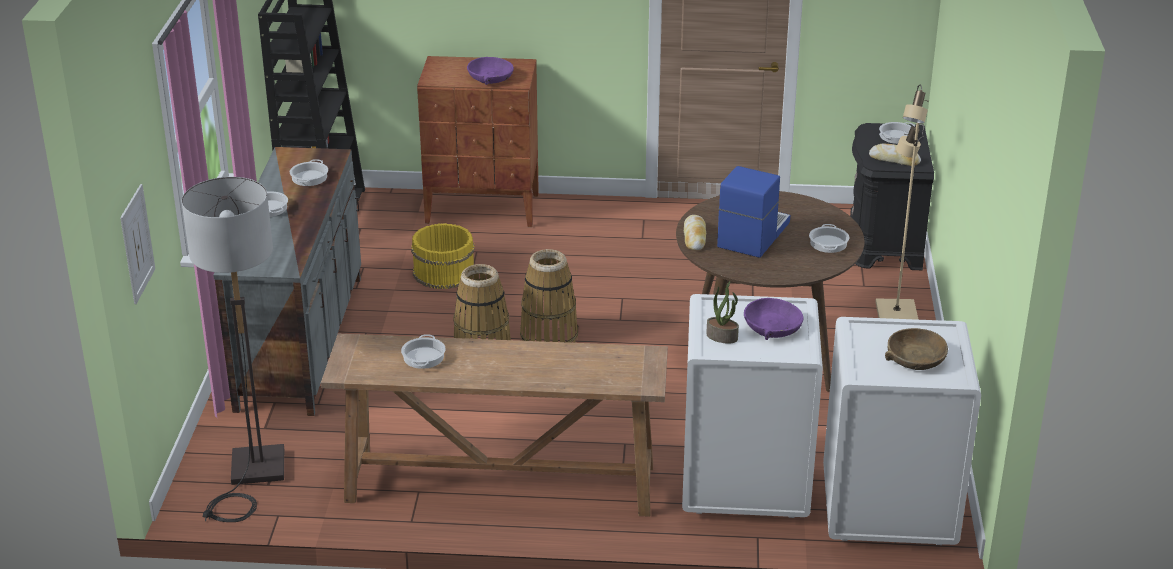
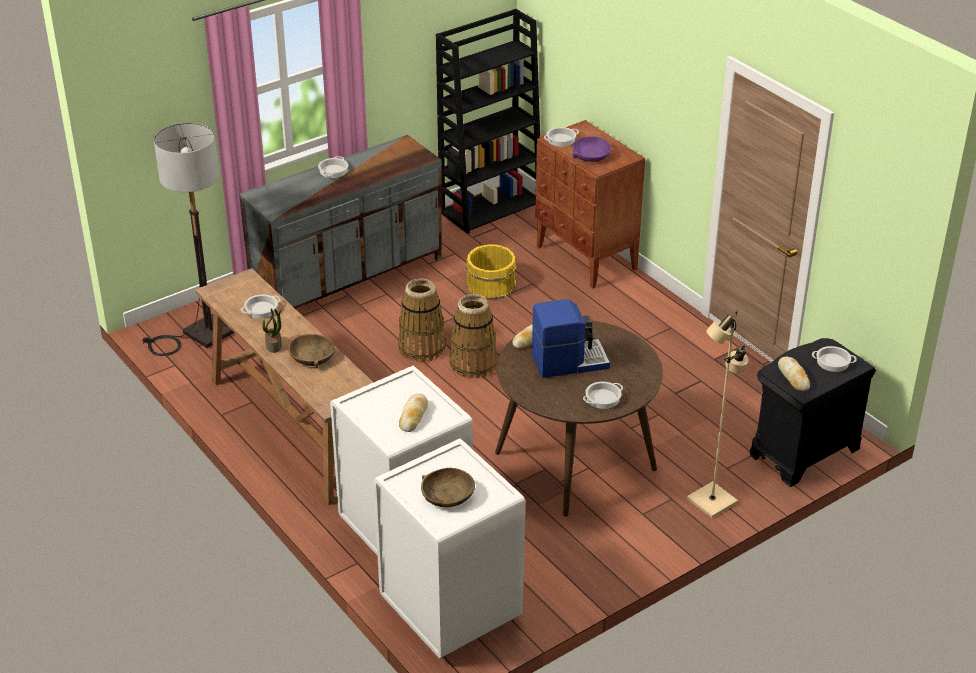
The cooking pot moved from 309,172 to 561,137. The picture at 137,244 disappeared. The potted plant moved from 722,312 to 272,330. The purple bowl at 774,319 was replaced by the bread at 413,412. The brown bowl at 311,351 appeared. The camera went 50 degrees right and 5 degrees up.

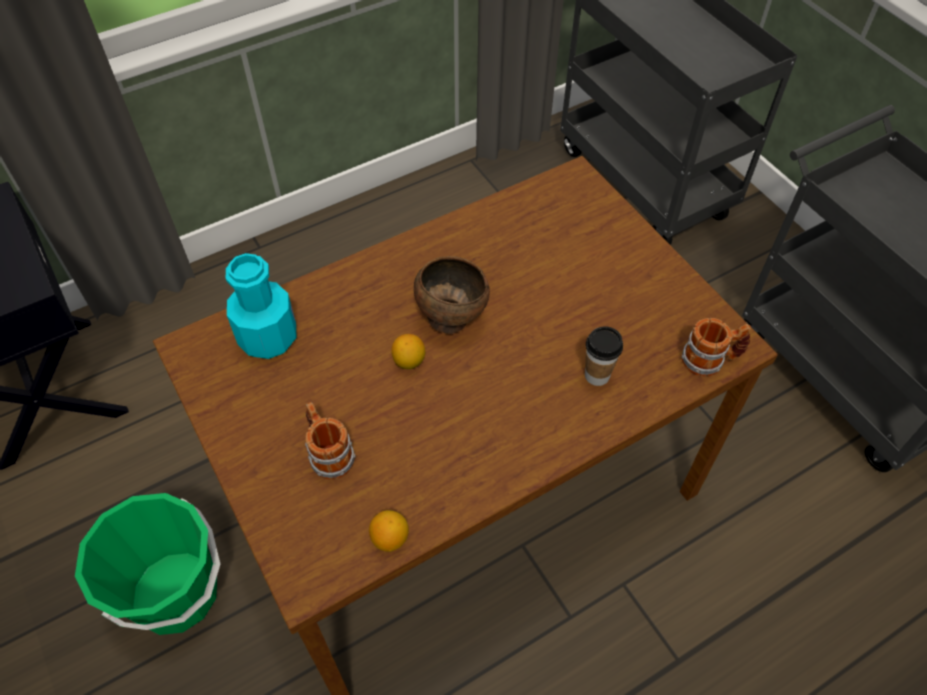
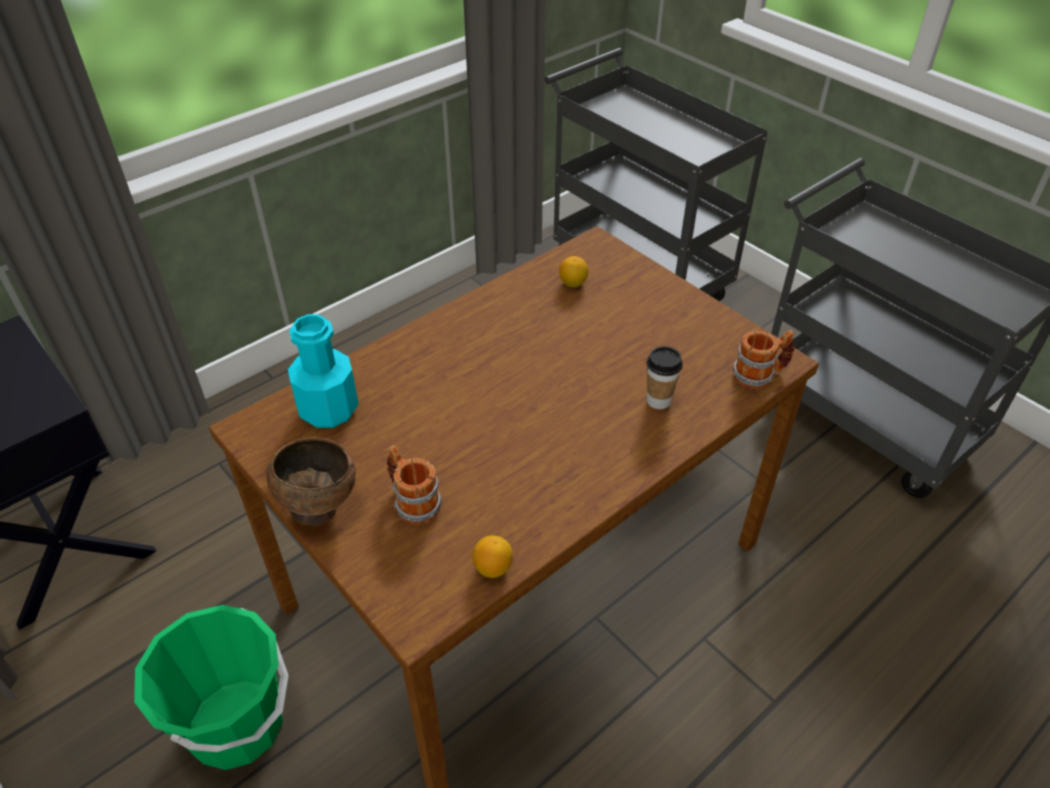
The brown bowl moved from 452,295 to 311,481. The lemon moved from 408,351 to 573,271. The camera went 10 degrees left and 10 degrees down.

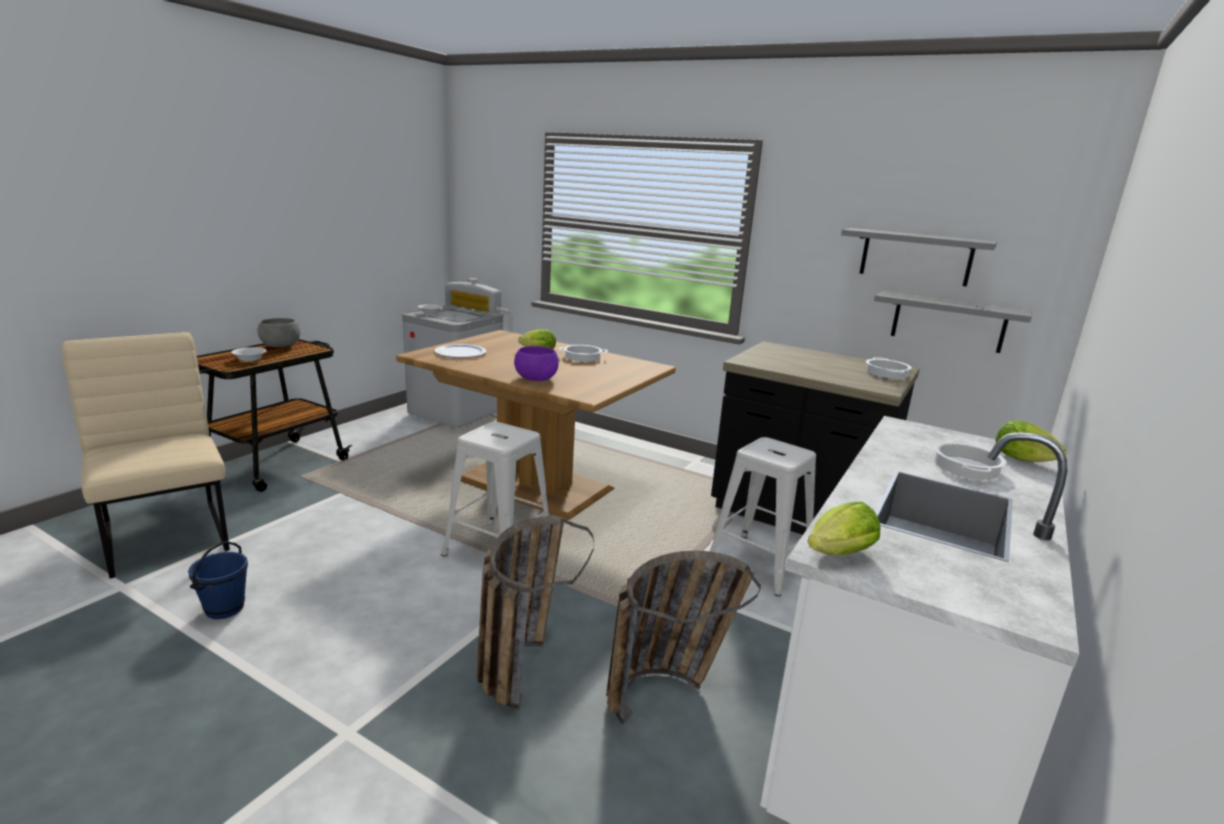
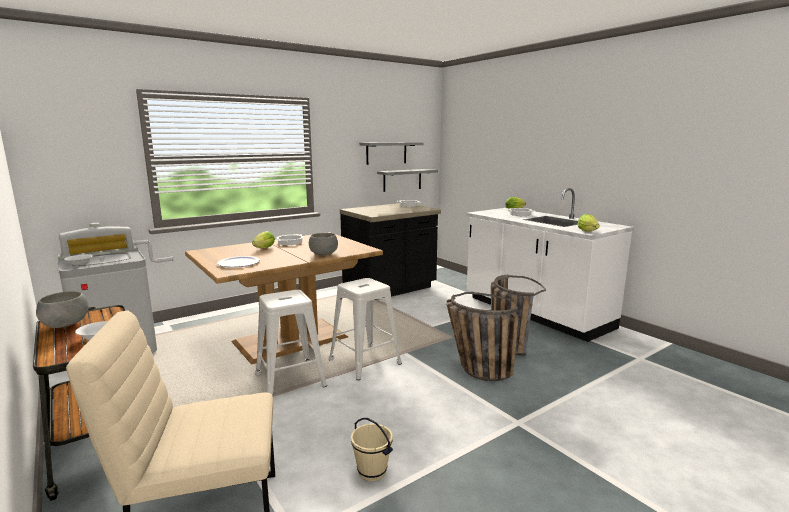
The purple bowl at 536,363 became the grey bowl at 323,244. The white stool moved from 762,516 to 291,343. The blue bucket at 218,580 became the beige bucket at 372,449. The camera went 65 degrees left and 5 degrees down.

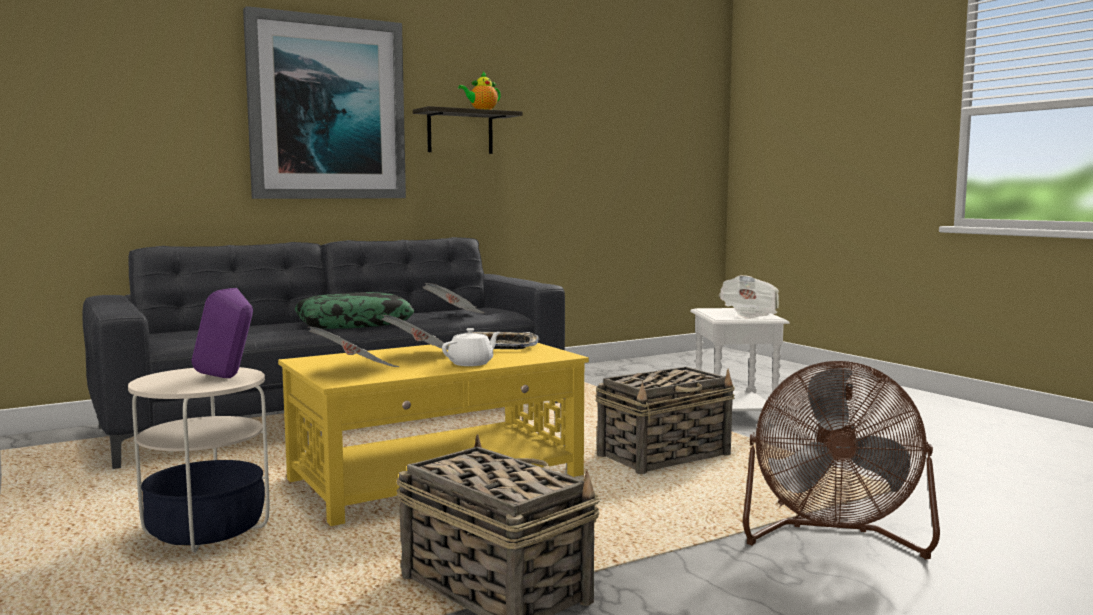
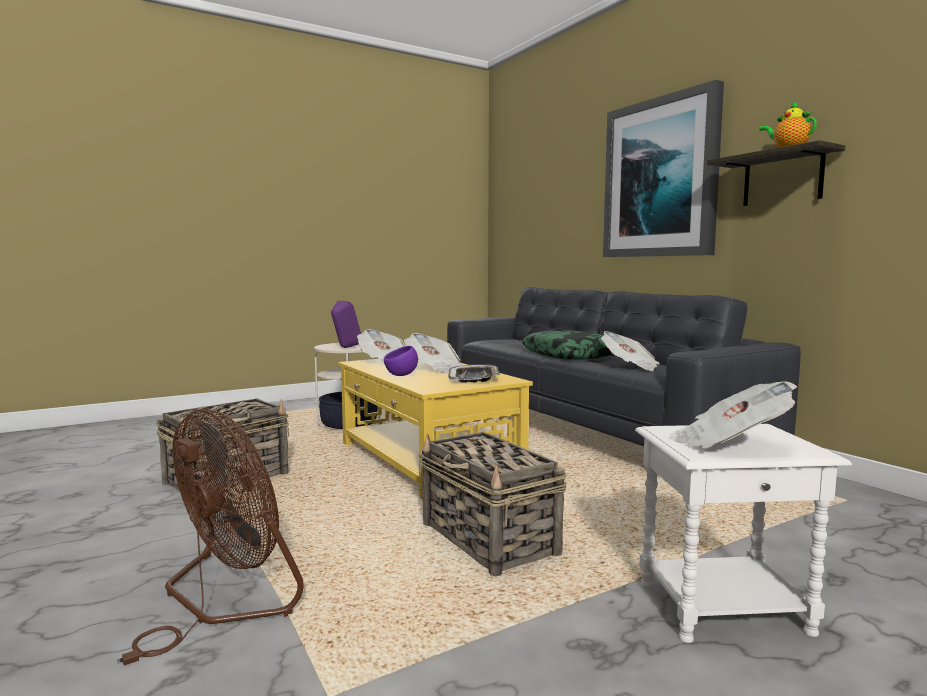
The white teapot at 471,347 was replaced by the purple bowl at 401,361. The brown fan at 841,460 turned 120 degrees clockwise. The camera went 90 degrees right and 0 degrees up.

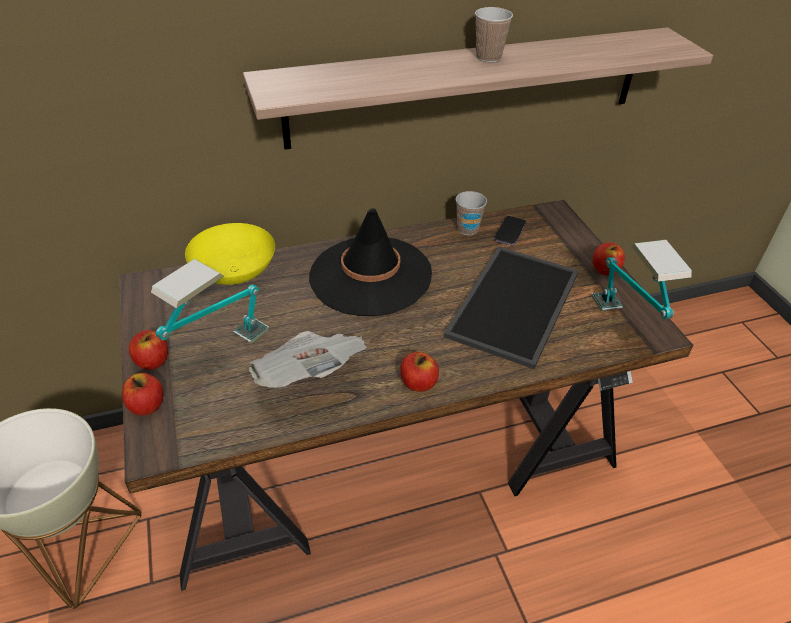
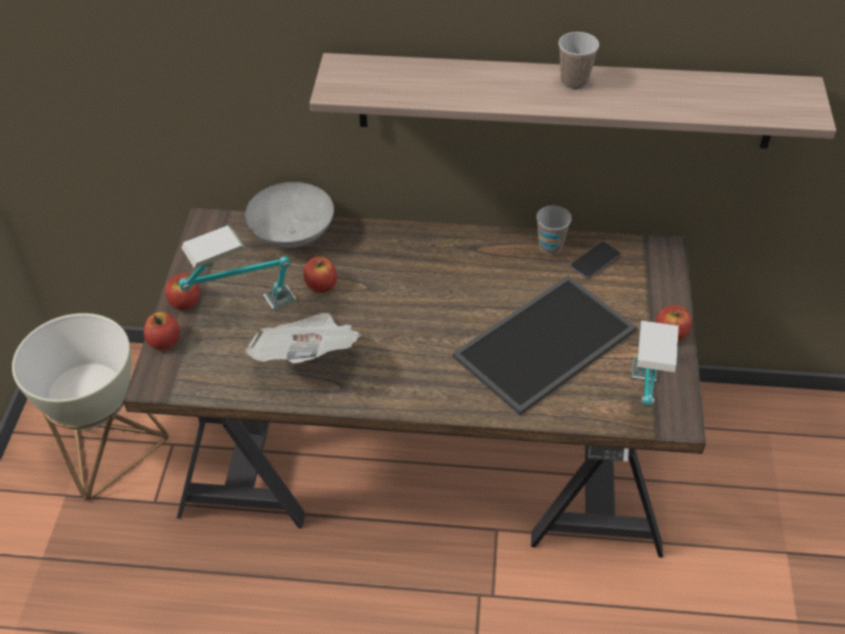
The black hat at 370,262 disappeared. The yellow bowl at 230,254 became the grey bowl at 289,215. The apple moved from 419,372 to 320,275. The camera went 25 degrees right and 5 degrees up.

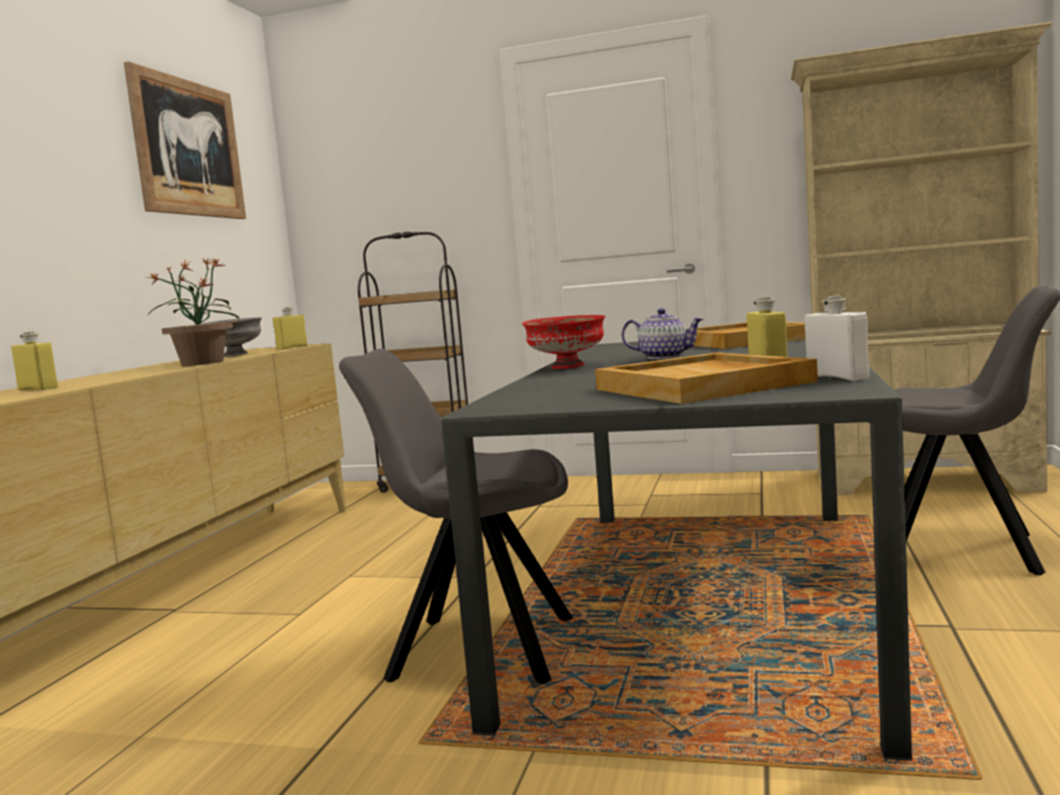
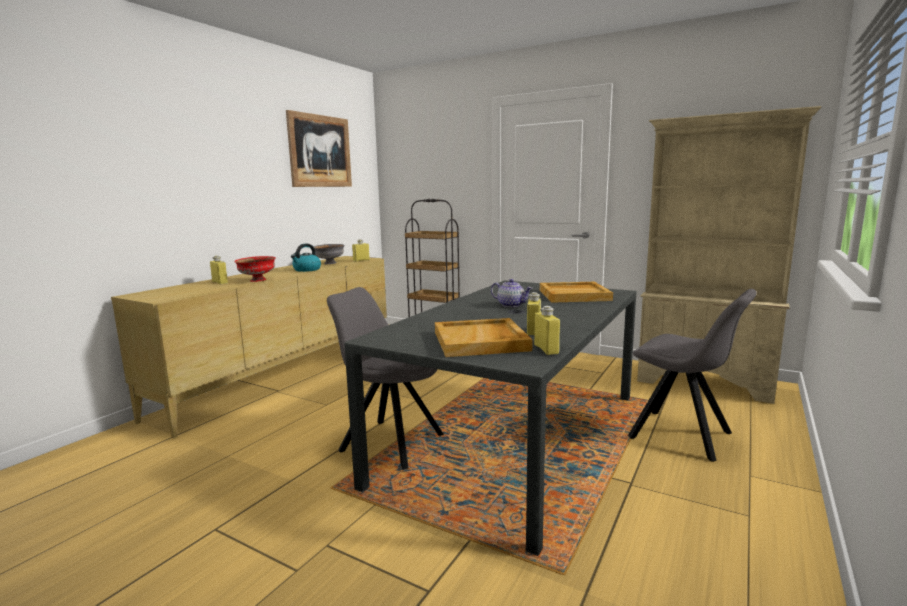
The potted plant at 192,312 was replaced by the kettle at 306,258. The white bottle at 837,338 became the yellow bottle at 547,330. The red bowl moved from 564,342 to 254,269. The camera went 15 degrees right and 5 degrees up.

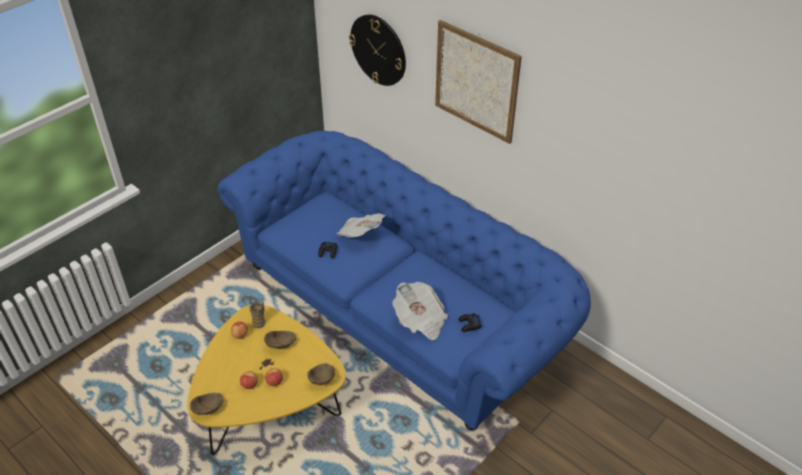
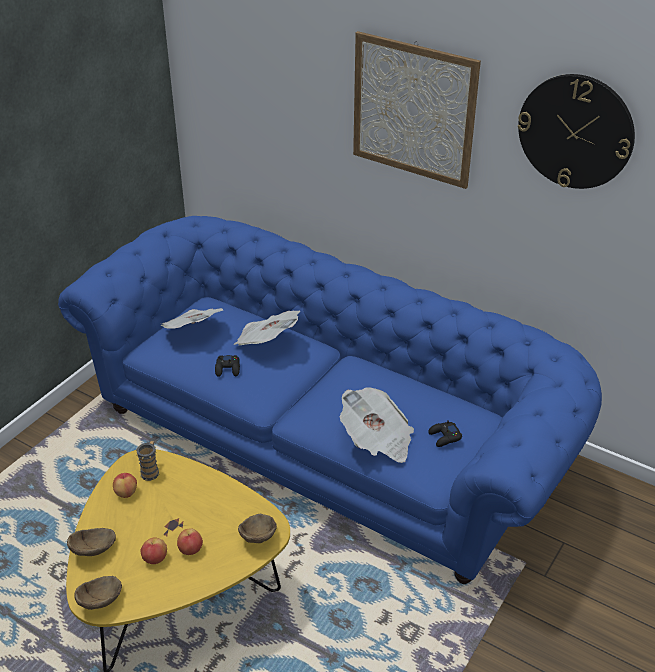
The wall clock moved from 377,50 to 576,131. The brown bowl moved from 280,340 to 91,542. The newspaper at 192,318 appeared. The camera went 10 degrees left and 5 degrees down.

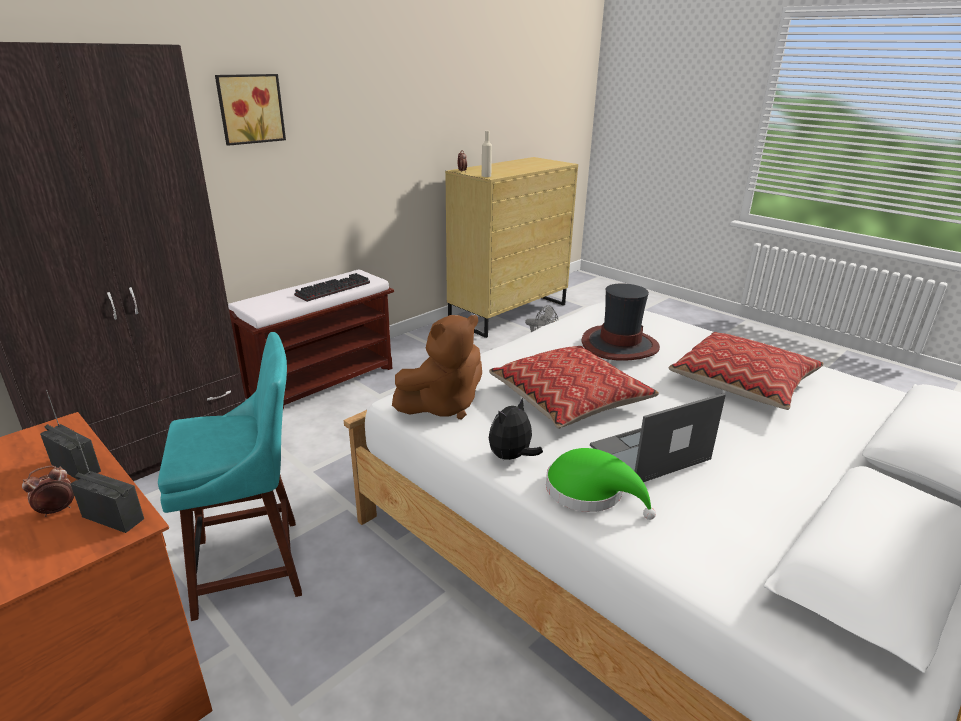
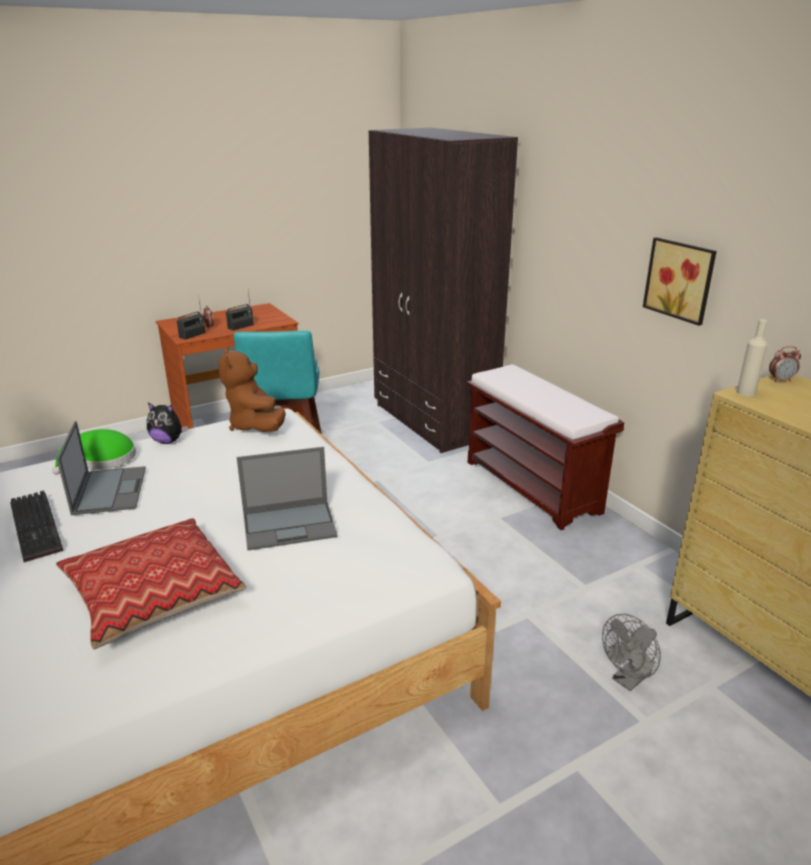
The picture moved from 250,110 to 680,281. The keyboard moved from 332,287 to 37,526. The hat at 620,322 was replaced by the laptop at 287,498. The pillow at 574,387 disappeared. The plush toy at 516,429 turned 135 degrees clockwise. The camera went 105 degrees right and 0 degrees up.

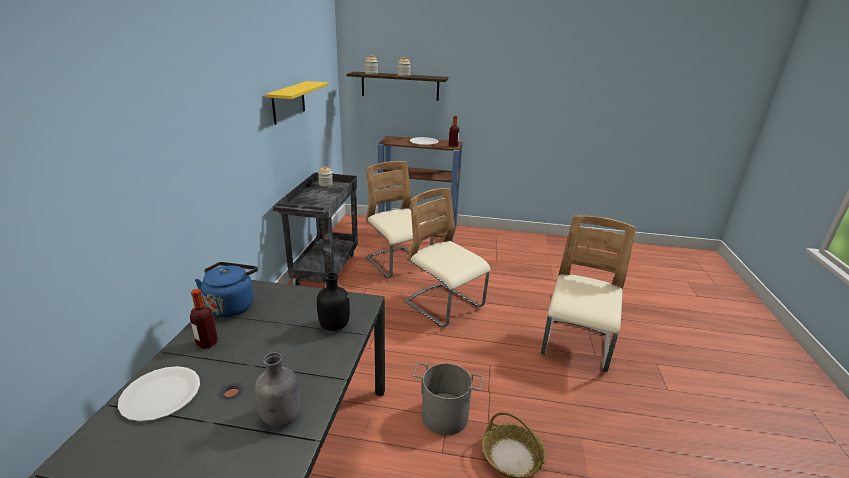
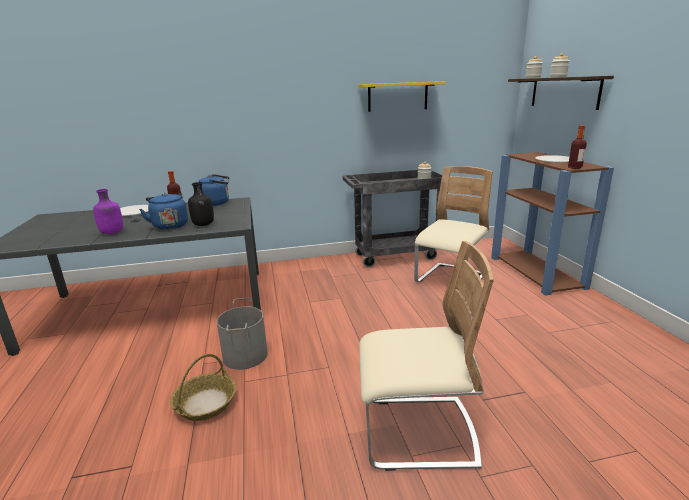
The beige chair at 447,257 disappeared. The grey bottle at 277,389 became the purple bottle at 108,211. The blue kettle at 163,211 appeared. The camera went 70 degrees right and 5 degrees down.

